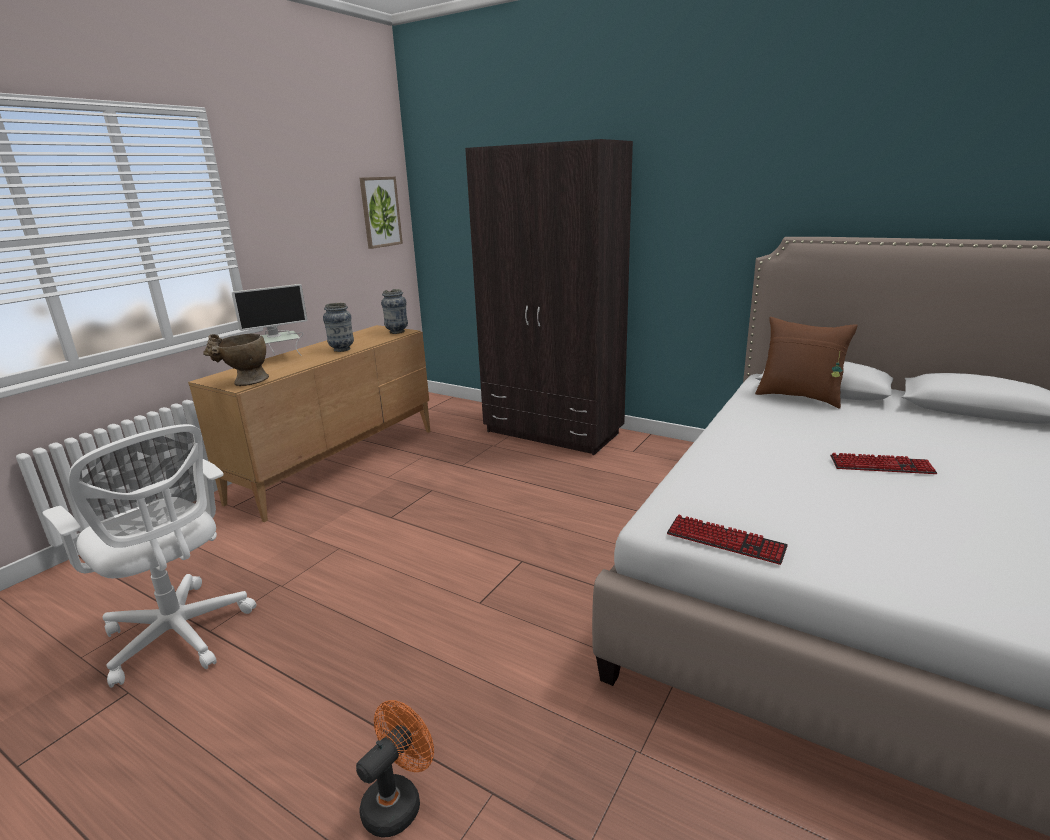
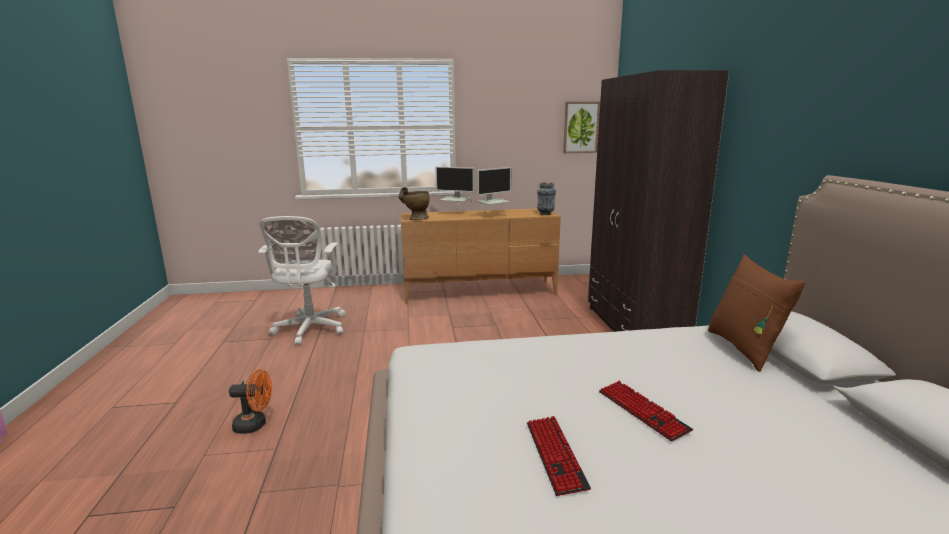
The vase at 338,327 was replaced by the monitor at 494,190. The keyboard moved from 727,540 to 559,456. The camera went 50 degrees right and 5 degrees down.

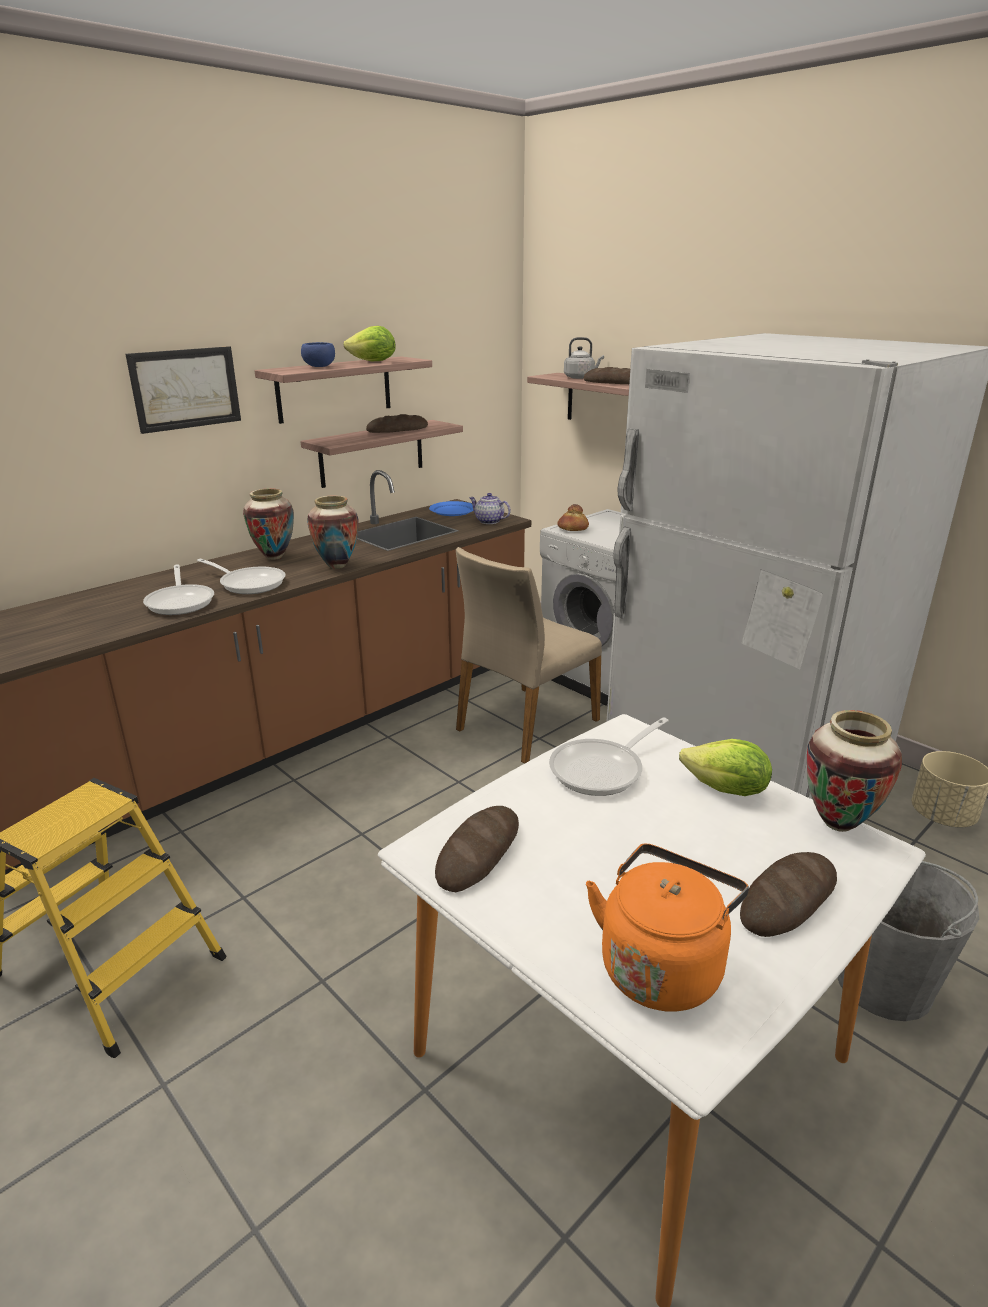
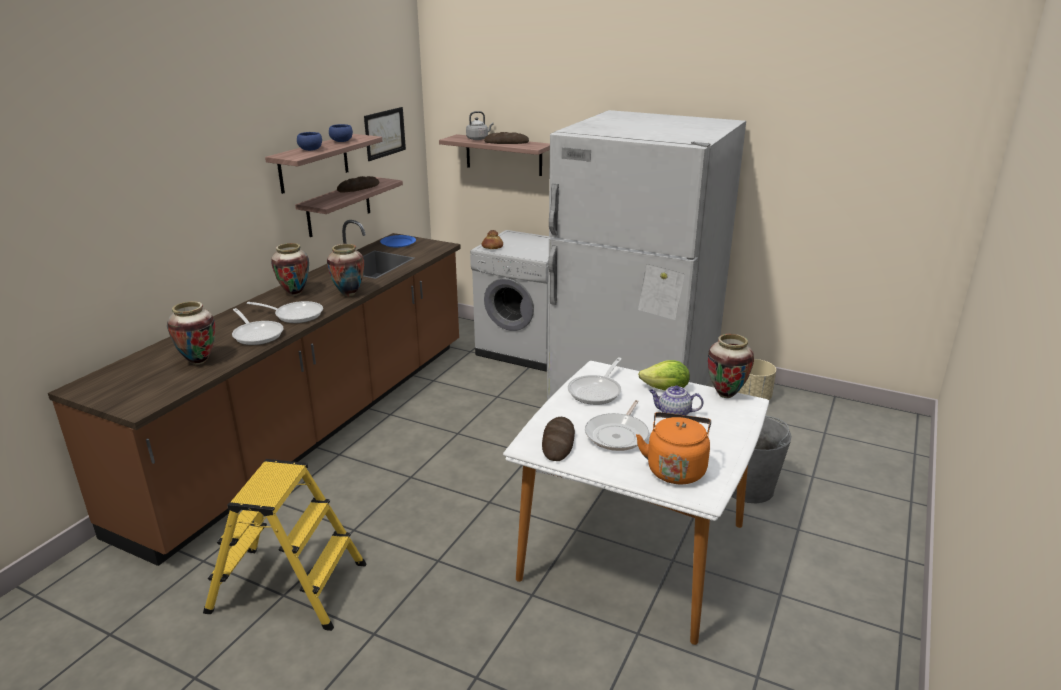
The lettuce at 370,343 was replaced by the blue bowl at 341,133. The picture moved from 183,390 to 385,134. The teapot moved from 490,508 to 676,400. The beige chair at 529,655 disappeared. The bread at 788,894 disappeared. The vase at 191,333 appeared. The frying pan at 617,425 appeared. The camera went 20 degrees left and 0 degrees up.

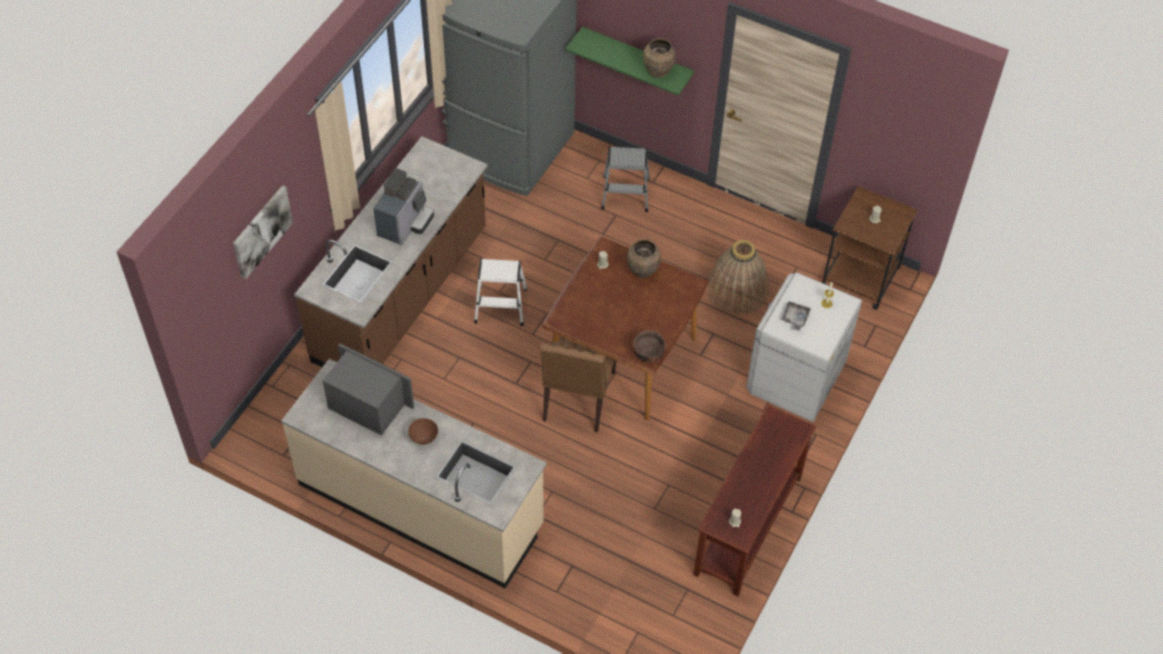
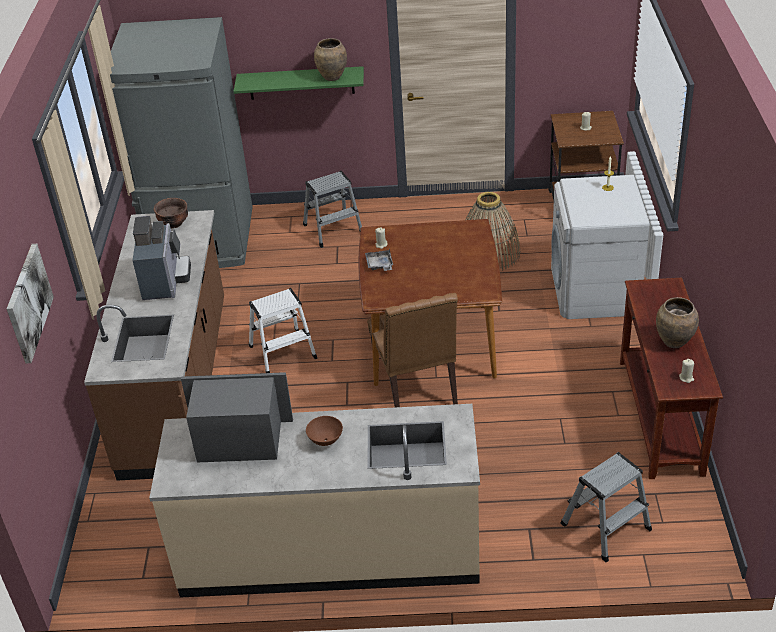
The brown vase moved from 644,258 to 677,322. The grey tray moved from 796,316 to 379,259. The brown bowl moved from 649,346 to 171,213. The grey step ladder at 606,507 appeared. The camera went 25 degrees left and 15 degrees down.

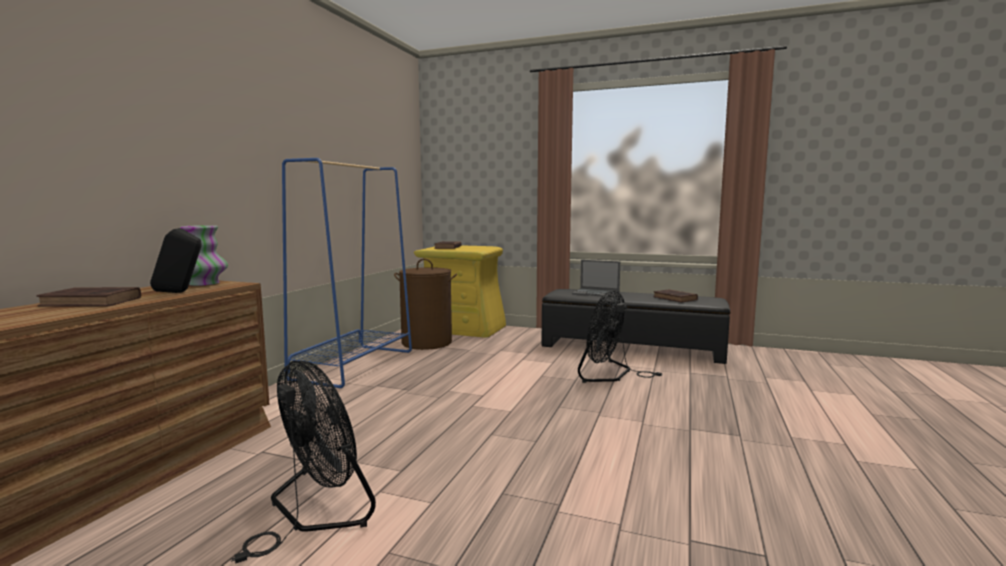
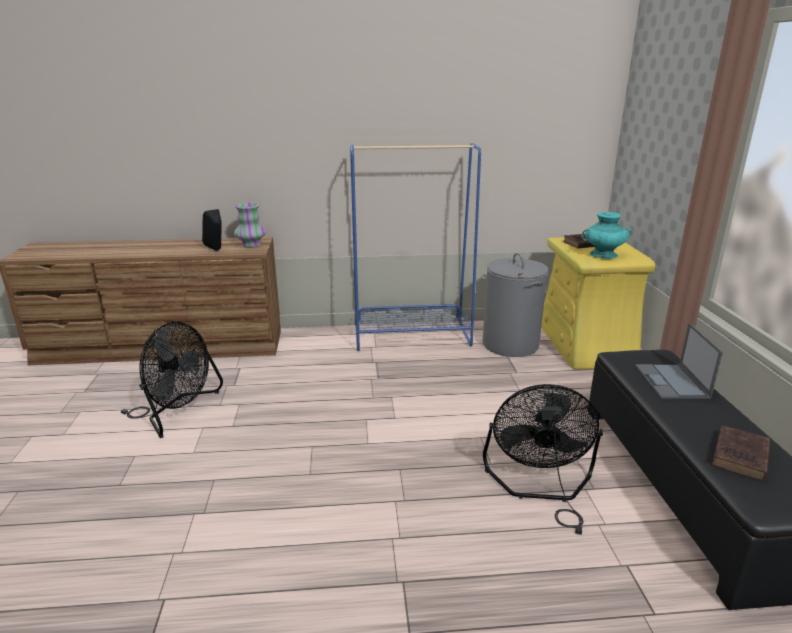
The brown laundry basket at 425,304 became the grey laundry basket at 515,305. The brown book at 89,297 disappeared. The turquoise vase at 607,235 appeared. The camera went 65 degrees right and 15 degrees up.

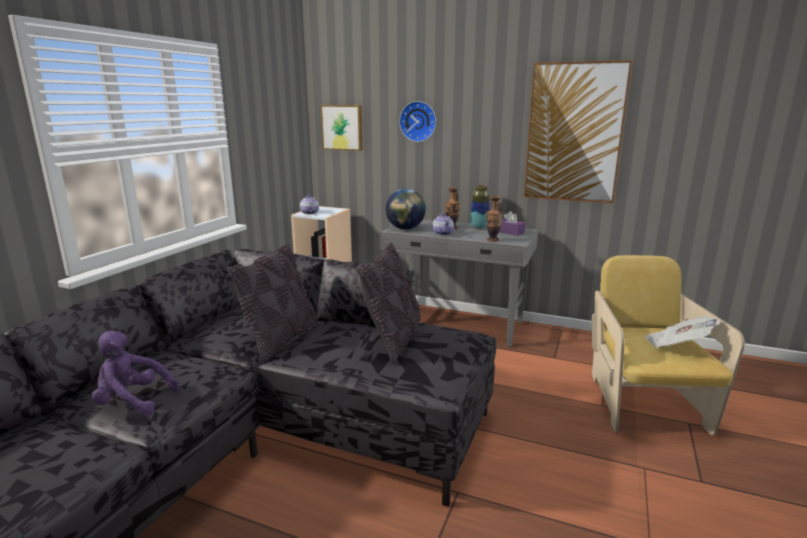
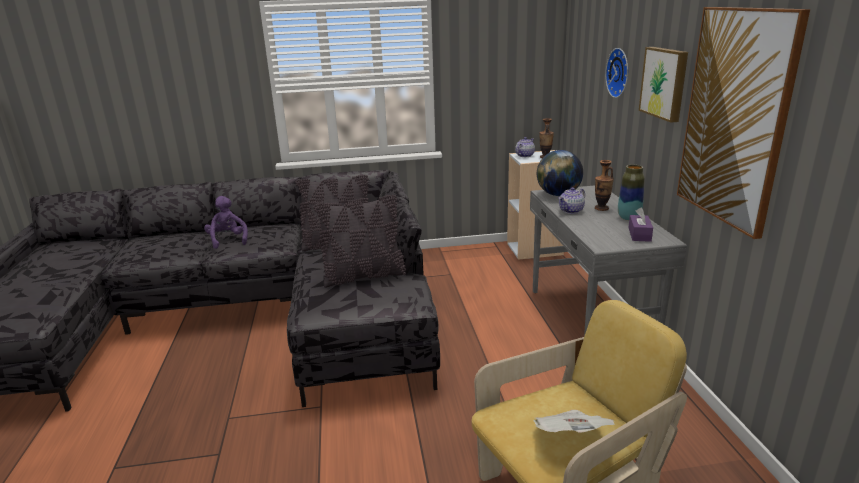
The picture moved from 342,128 to 663,85. The vase moved from 494,219 to 546,138. The camera went 60 degrees right and 5 degrees up.

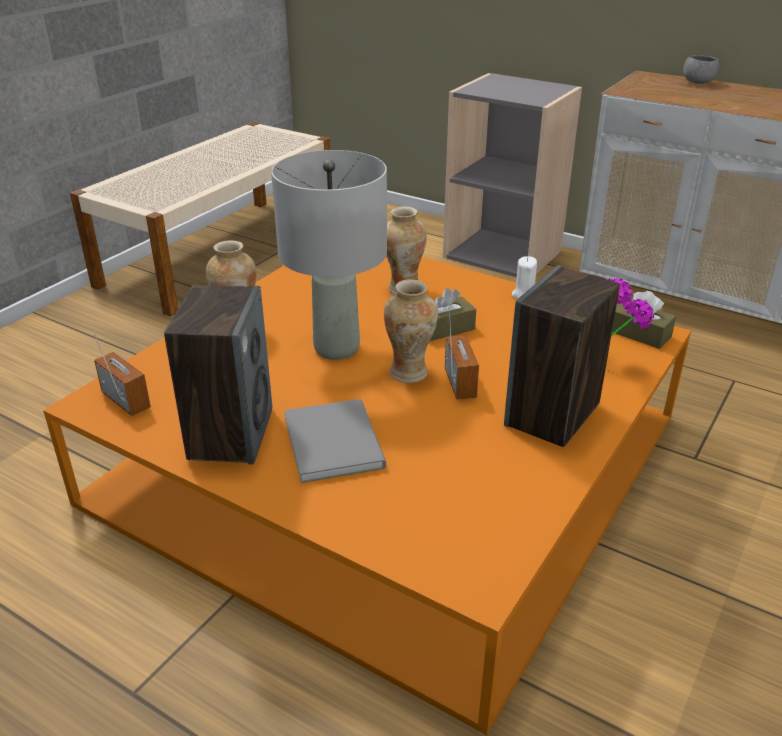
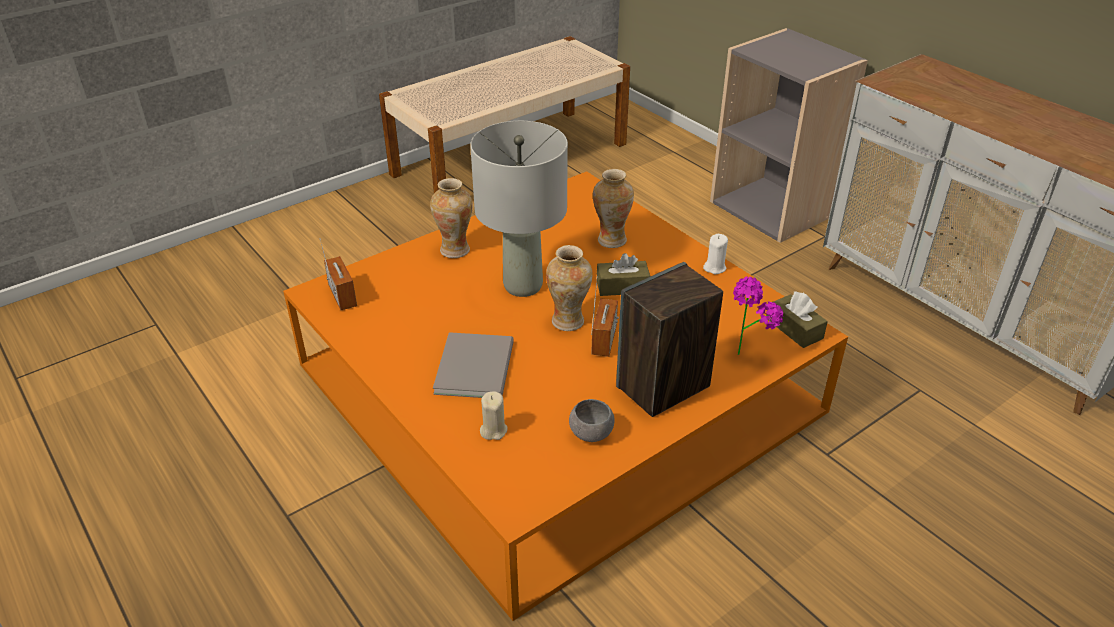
The grey bowl moved from 701,69 to 592,420. The speaker at 218,375 disappeared. The beige candle at 494,415 appeared. The camera went 20 degrees right and 5 degrees up.

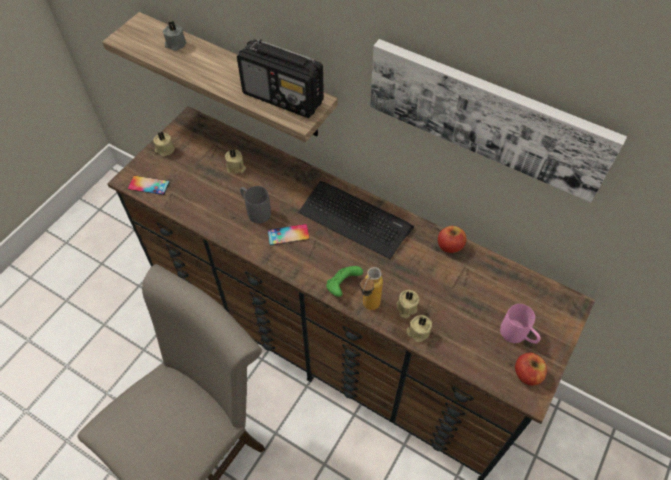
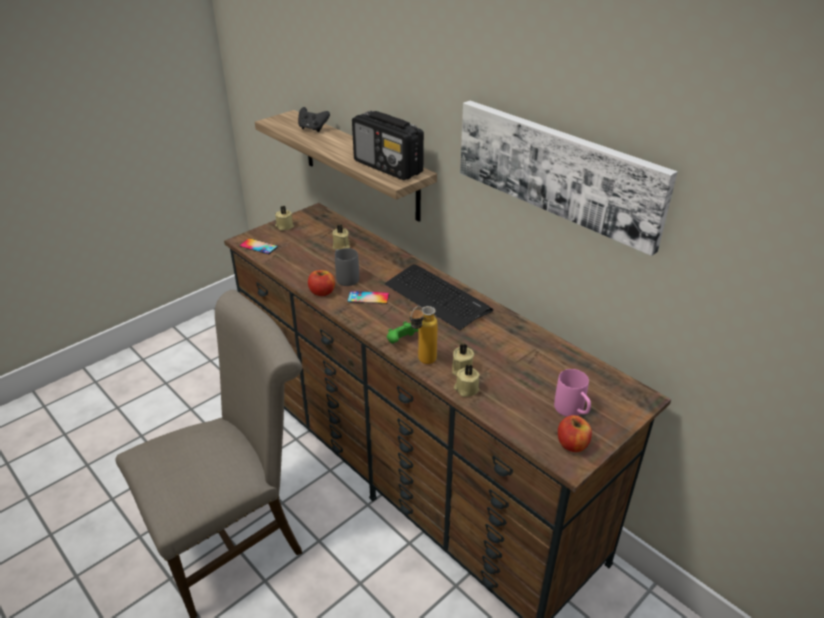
The grey candle at 175,36 was replaced by the black game controller at 314,119. The apple moved from 452,239 to 321,283. The camera went 15 degrees right and 20 degrees down.

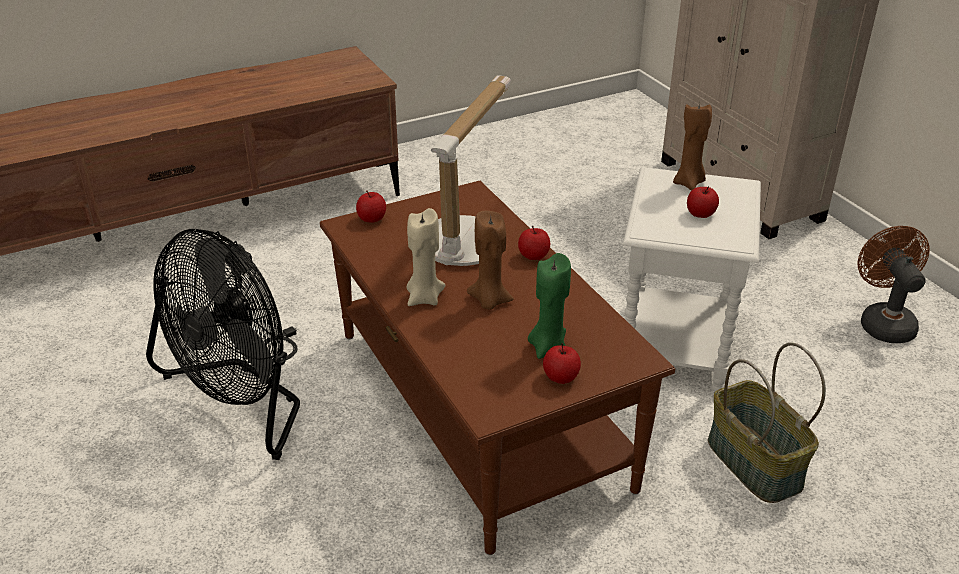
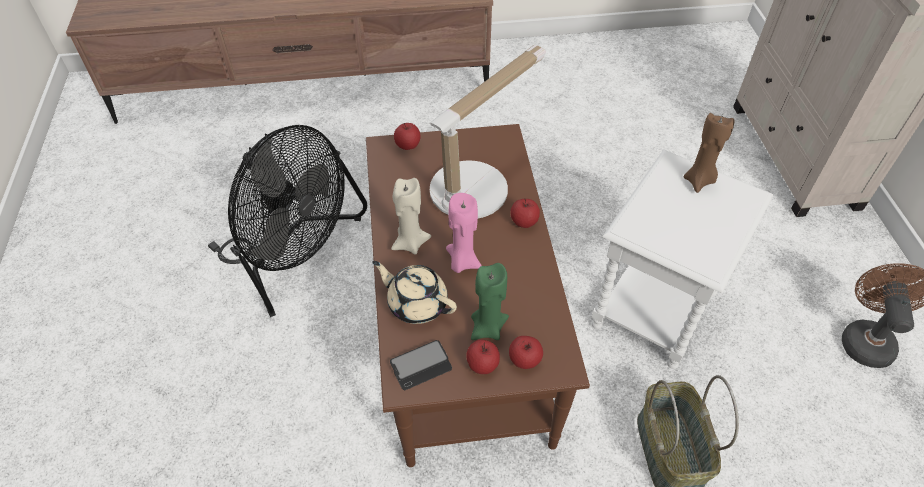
The apple moved from 703,202 to 526,352. The brown candle at 490,260 became the pink candle at 464,233. The black fan at 223,344 turned 120 degrees counterclockwise. The beige teapot at 414,292 appeared. The phone at 421,365 appeared. The camera went 20 degrees right and 15 degrees up.

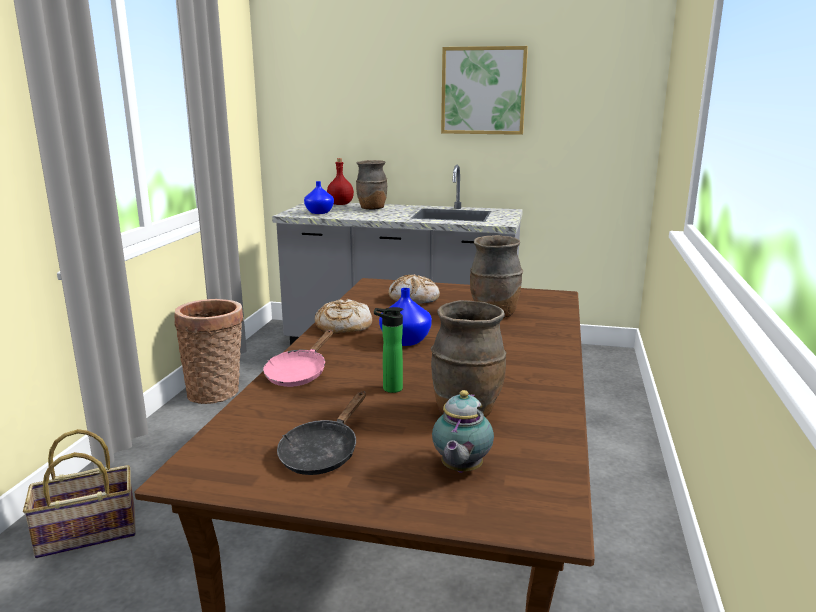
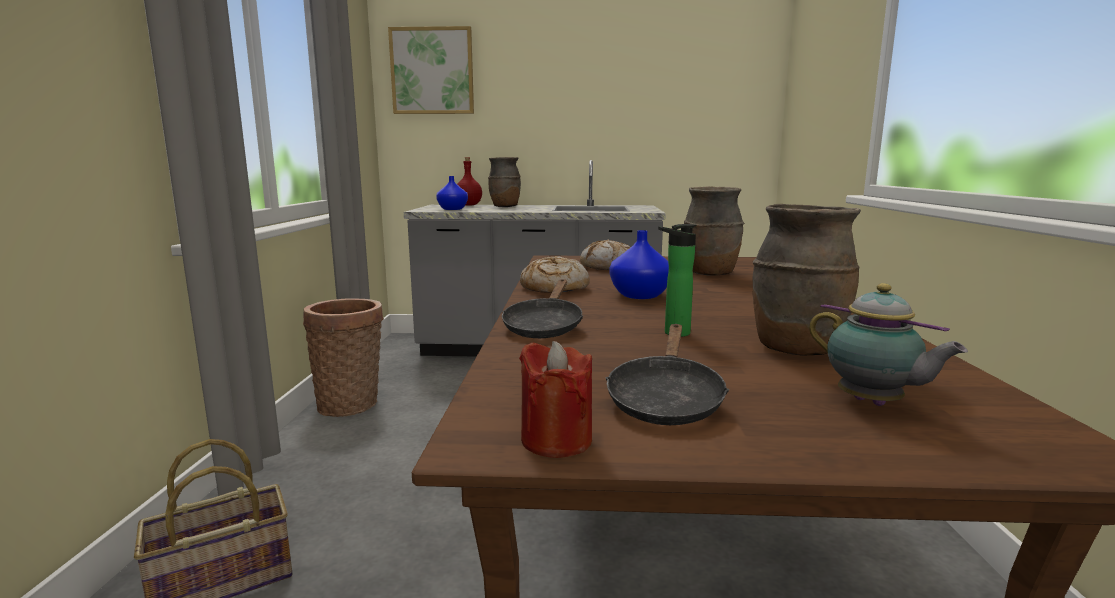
The picture moved from 484,90 to 431,70. The pink frying pan at 298,358 became the black frying pan at 542,308. The teapot at 463,431 turned 45 degrees counterclockwise. The red candle at 555,399 appeared. The camera went 10 degrees left and 5 degrees down.

